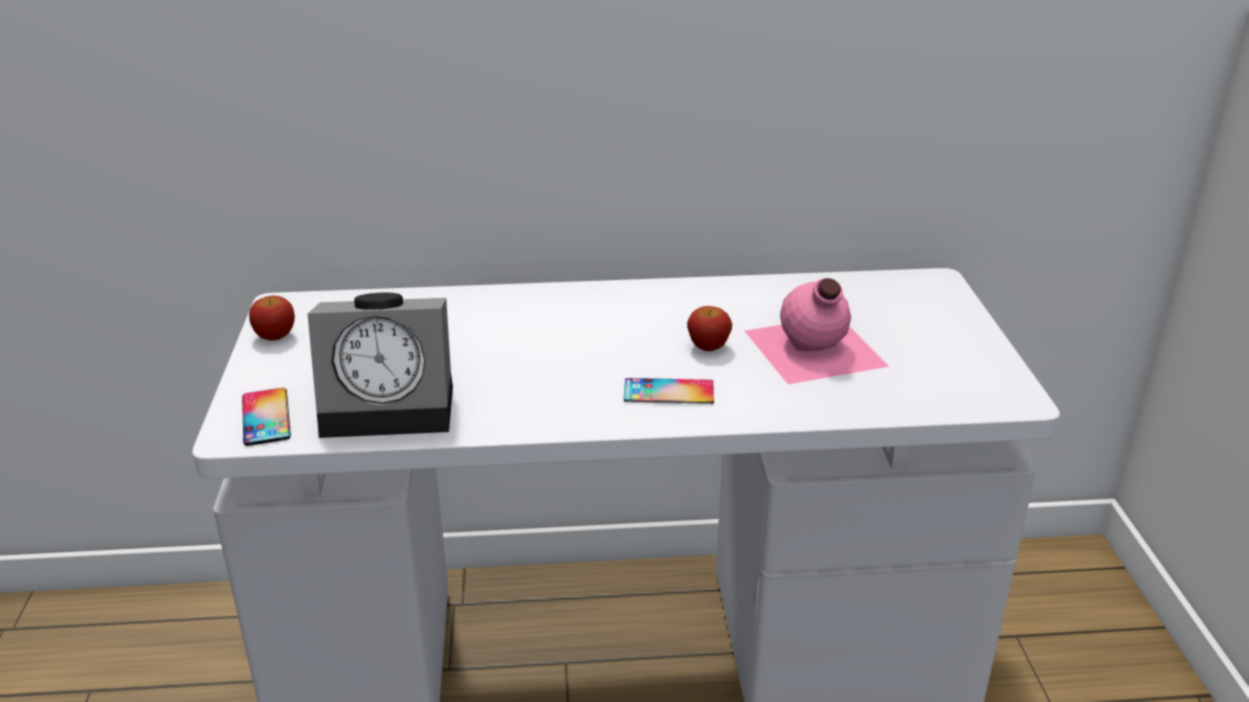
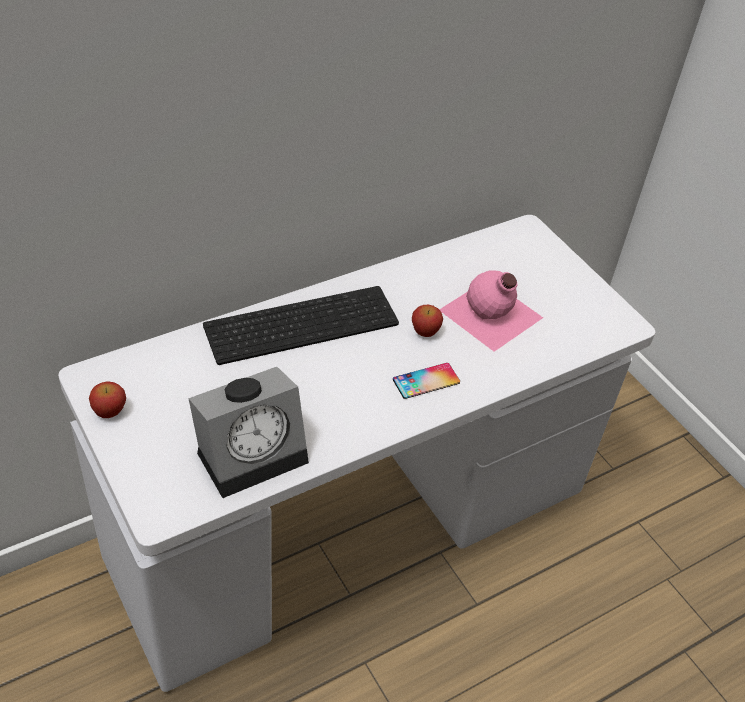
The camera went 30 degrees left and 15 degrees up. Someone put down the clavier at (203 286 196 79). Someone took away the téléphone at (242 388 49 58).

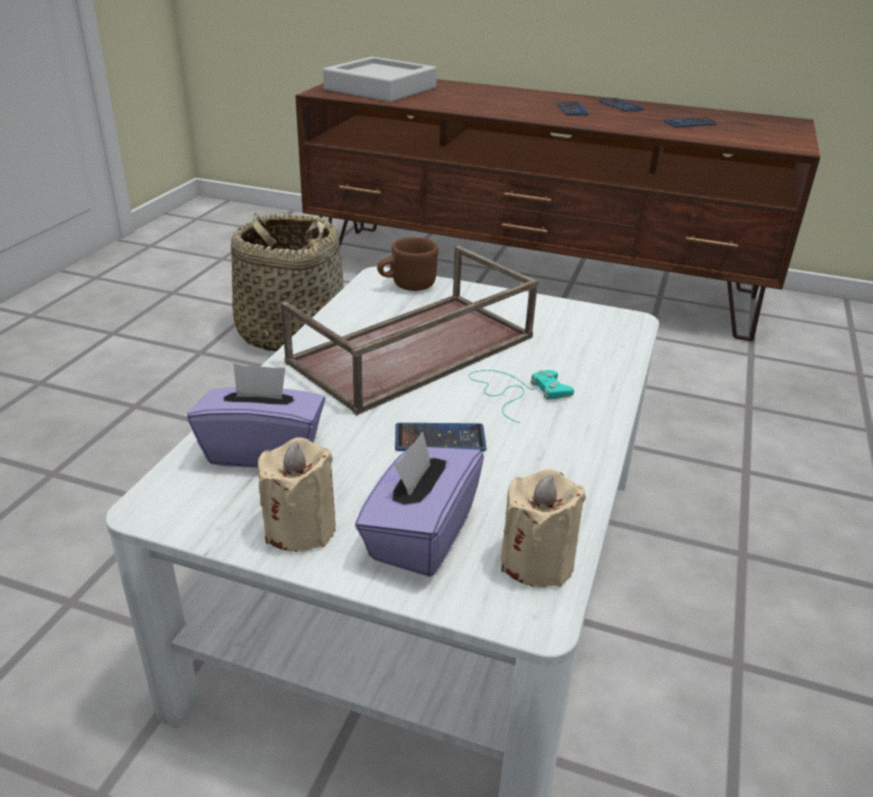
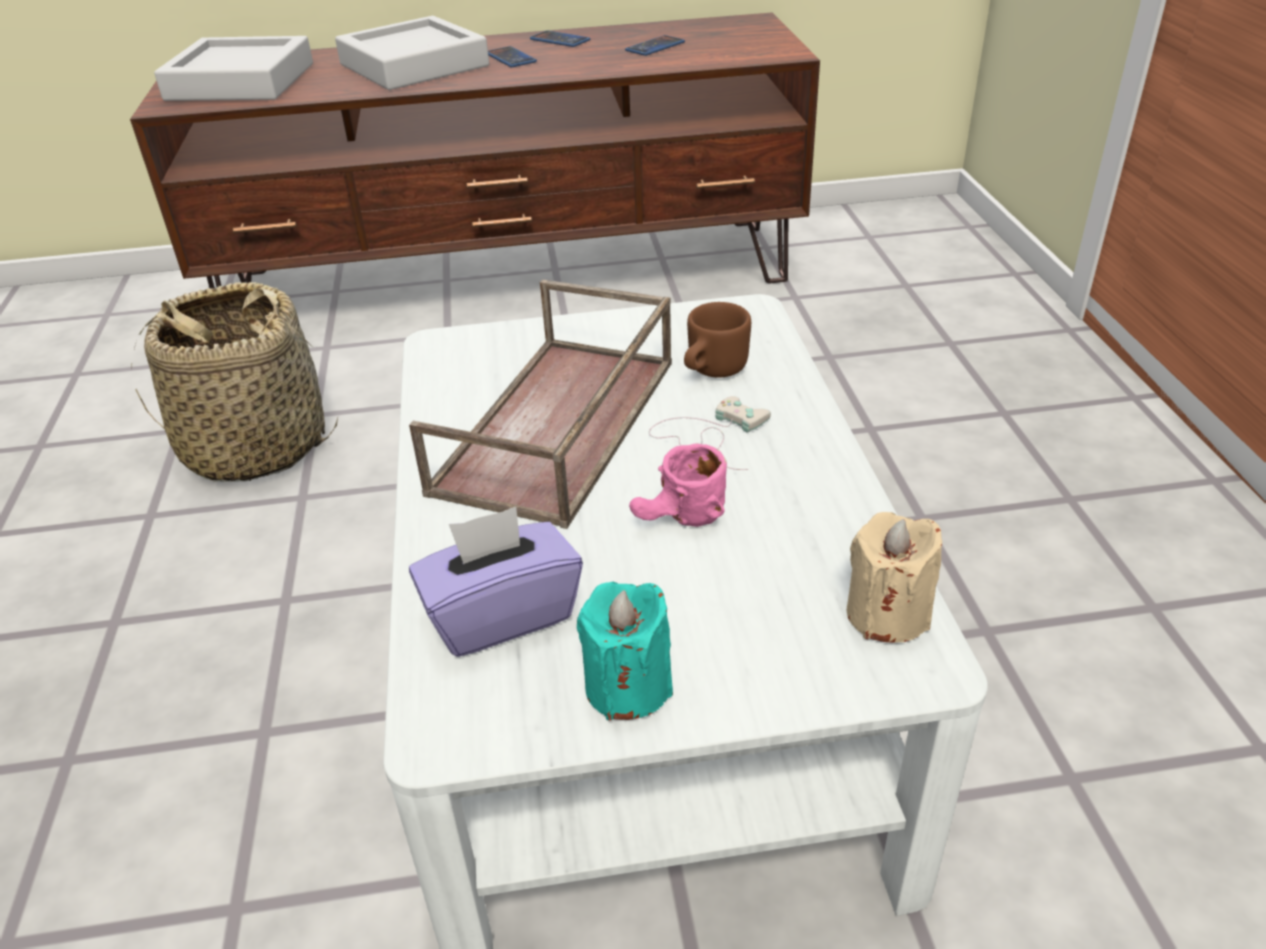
The camera went 25 degrees left and 5 degrees up. Someone put down the plateau (gris) at (335 16 154 74). Someone repainted the bougie (beige) at (258 437 78 115), which became the bougie (turquoise) at (577 582 96 139). Someone swapped the téléphone at (395 423 92 28) for the mug (rose) at (629 443 98 84). Someone repainted the manette (turquoise) at (469 370 105 53), which became the manette (blanc) at (649 396 122 74). Someone carried the mug (marron) from (377 237 61 54) to (684 302 67 76). Someone took away the boîte à mouchoirs (violet) at (355 431 129 146).

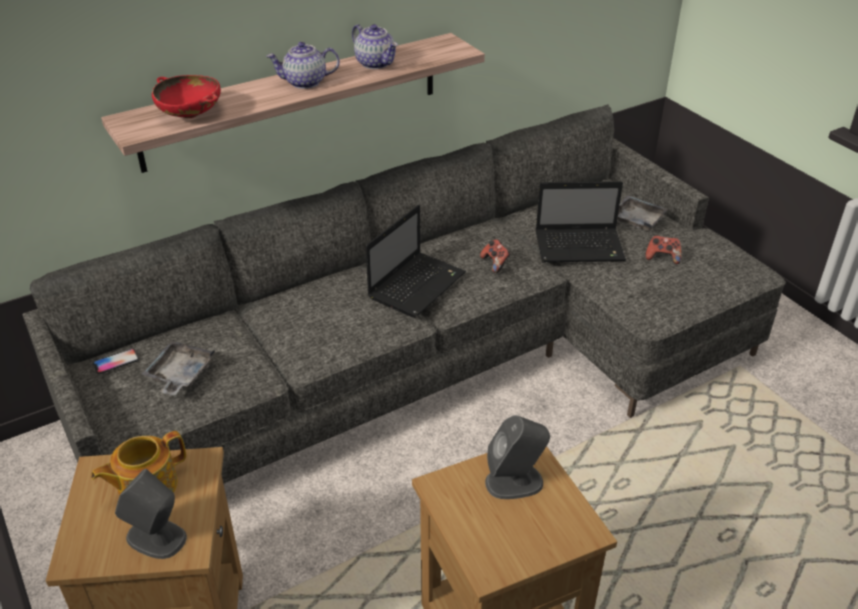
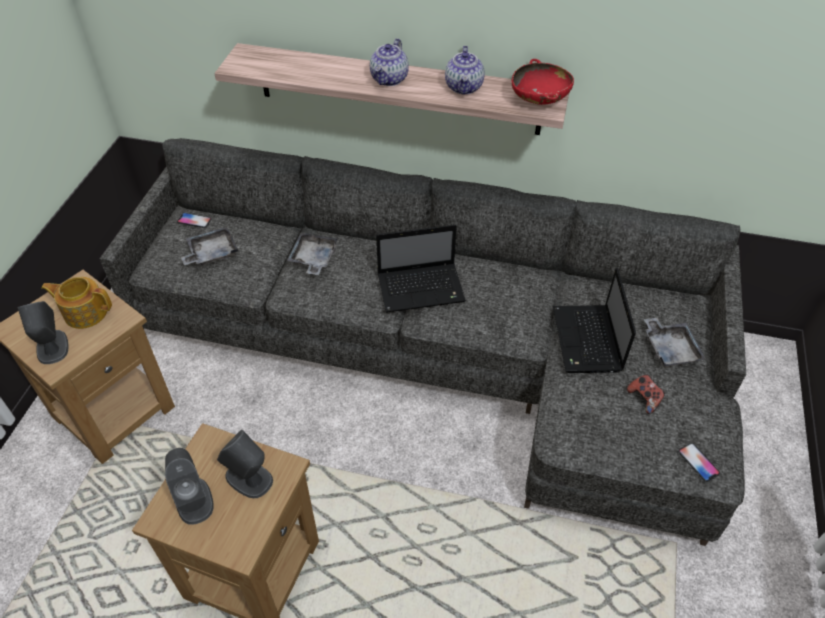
The camera went 45 degrees right and 10 degrees up. Someone put down the enceinte (gris) at (165 448 49 77). Someone put down the plateau (gris) at (287 233 51 42). Someone rotated the théière at (266 42 74 47) by 105 degrees counterclockwise. Someone carried the bol (rouge) from (152 75 69 43) to (511 59 63 46). Someone rotated the ordinateur portable at (536 181 90 81) by 45 degrees clockwise. Someone put down the téléphone at (678 443 42 39). Someone took away the manette at (480 239 31 34).

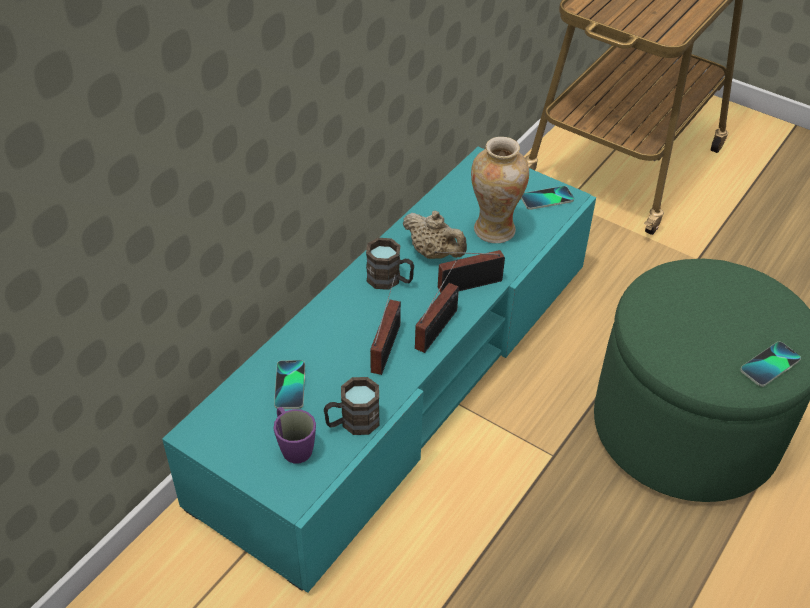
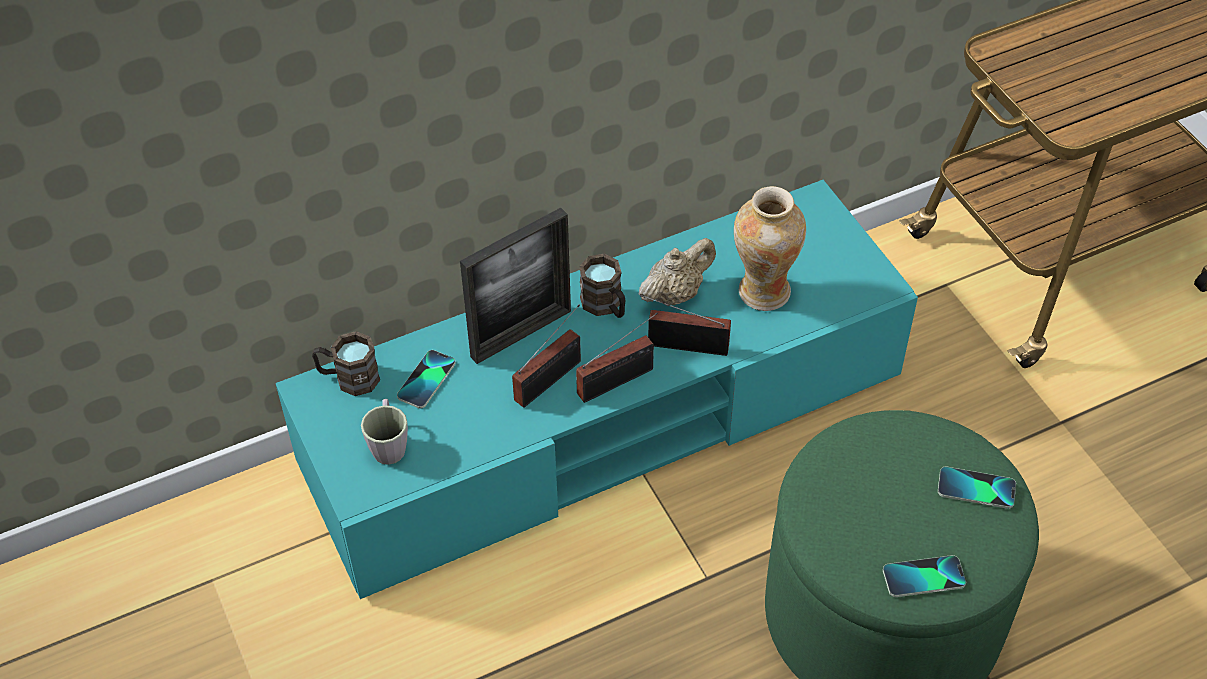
The camera went 30 degrees right and 5 degrees up. Someone carried the mug (marron) from (324 377 56 58) to (312 331 68 65). Someone repainted the mug (violet) at (274 407 42 57), which became the mug (gris) at (361 399 47 66). Someone put down the cadre photo at (460 207 111 157). Someone rotated the théière (beige) at (402 211 65 48) by 105 degrees counterclockwise. Someone carried the téléphone from (521 186 53 24) to (938 467 78 42).

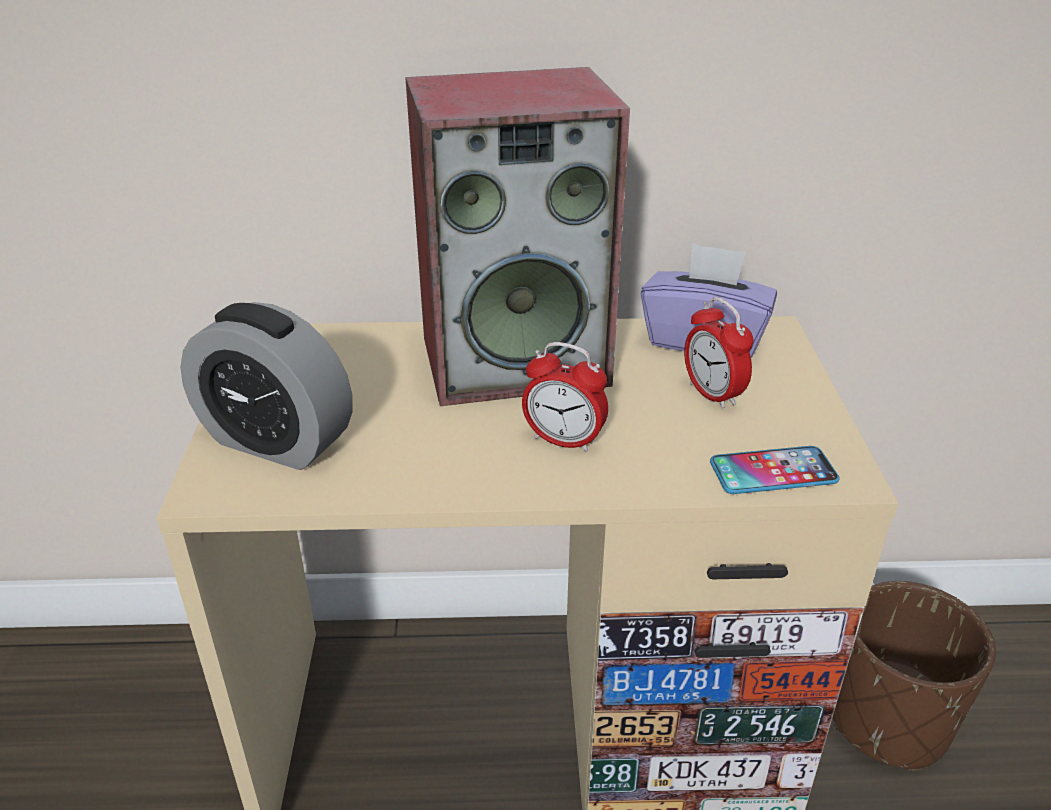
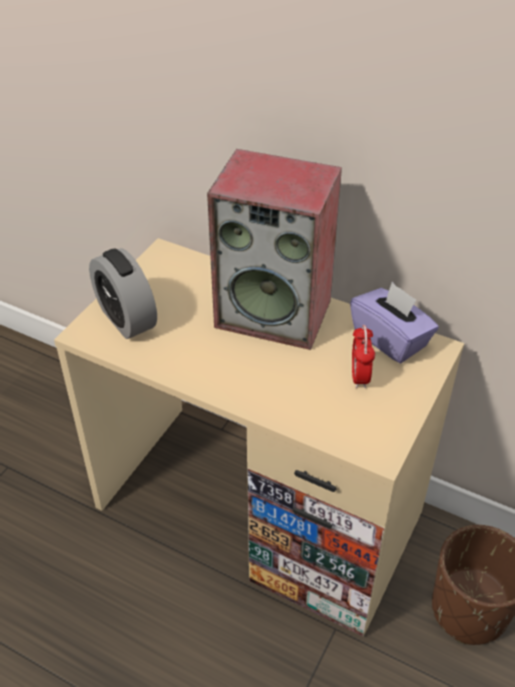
The camera went 30 degrees right and 10 degrees up. Someone took away the réveil at (522 342 86 110). Someone took away the téléphone at (710 446 129 48).

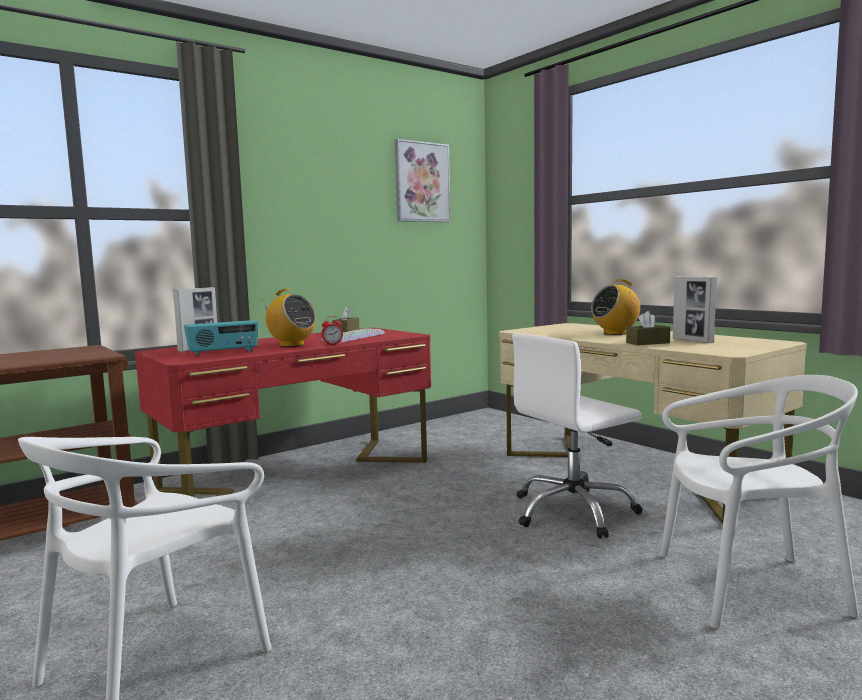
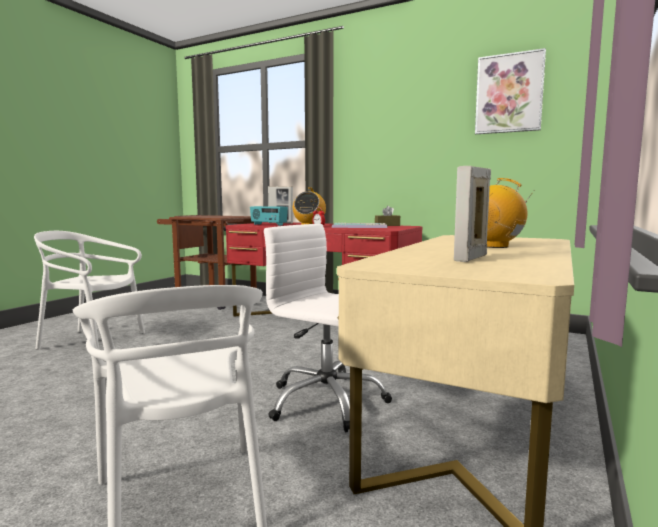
The camera went 65 degrees right and 0 degrees up. Someone took away the boîte à mouchoirs (marron) at (626 311 44 34).

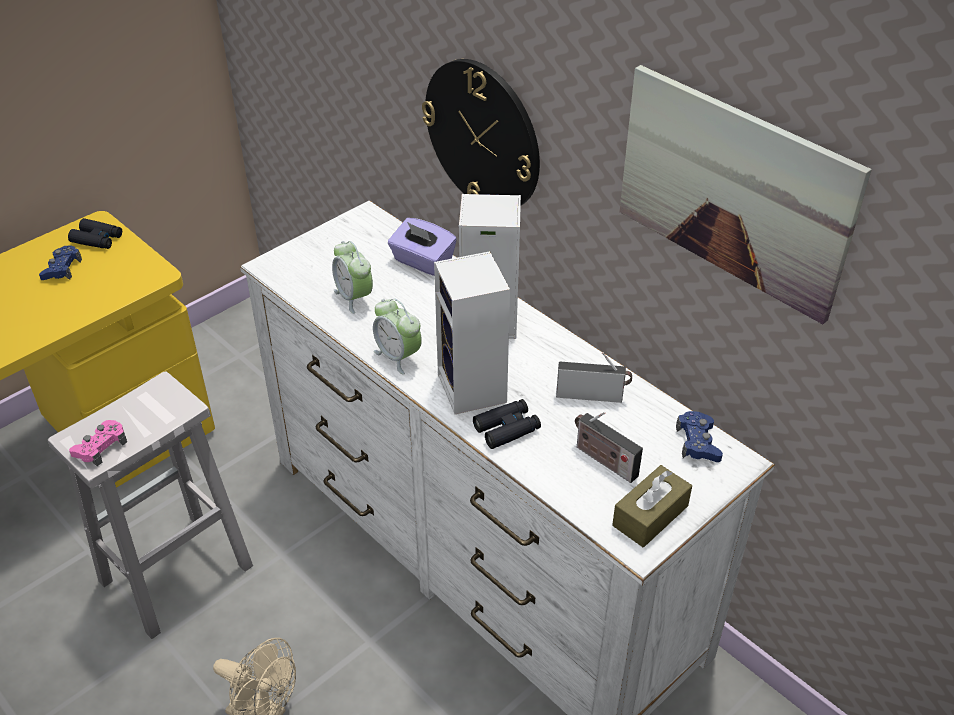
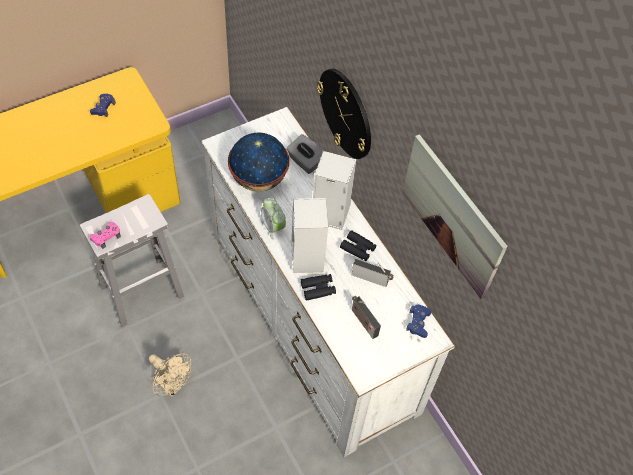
The camera went 10 degrees right and 15 degrees up. Someone swapped the réveil at (332 241 41 73) for the globe at (228 133 61 59). Someone repainted the boîte à mouchoirs (violet) at (388 218 69 58), which became the boîte à mouchoirs (gris) at (286 134 37 40). Someone carried the jumelles (noir) from (68 218 54 31) to (340 230 36 31). Someone took away the boîte à mouchoirs (marron) at (612 465 80 82).

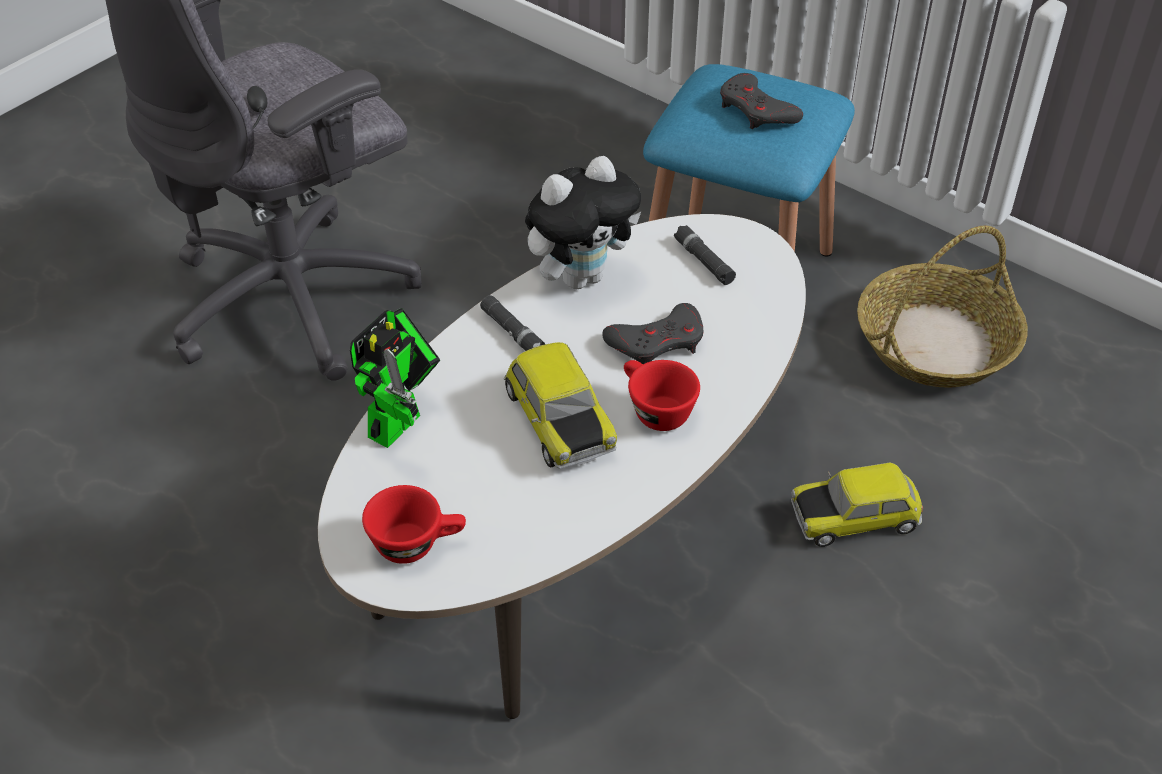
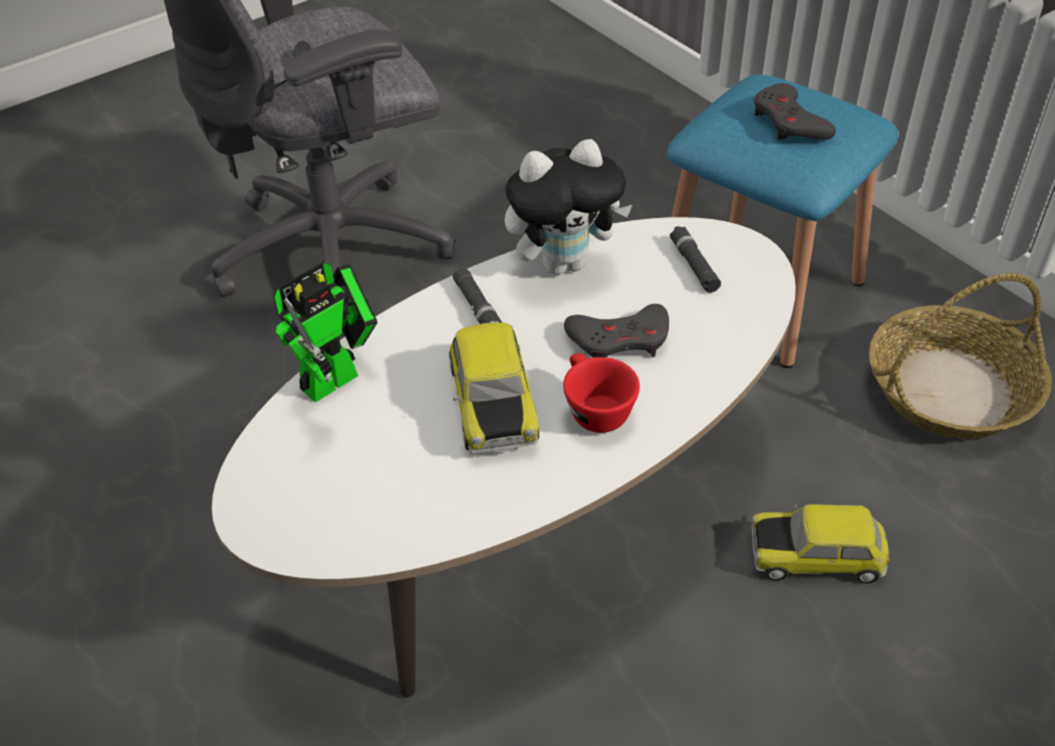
The camera went 15 degrees right and 0 degrees up. Someone took away the tasse (rouge) at (362 485 104 79).

